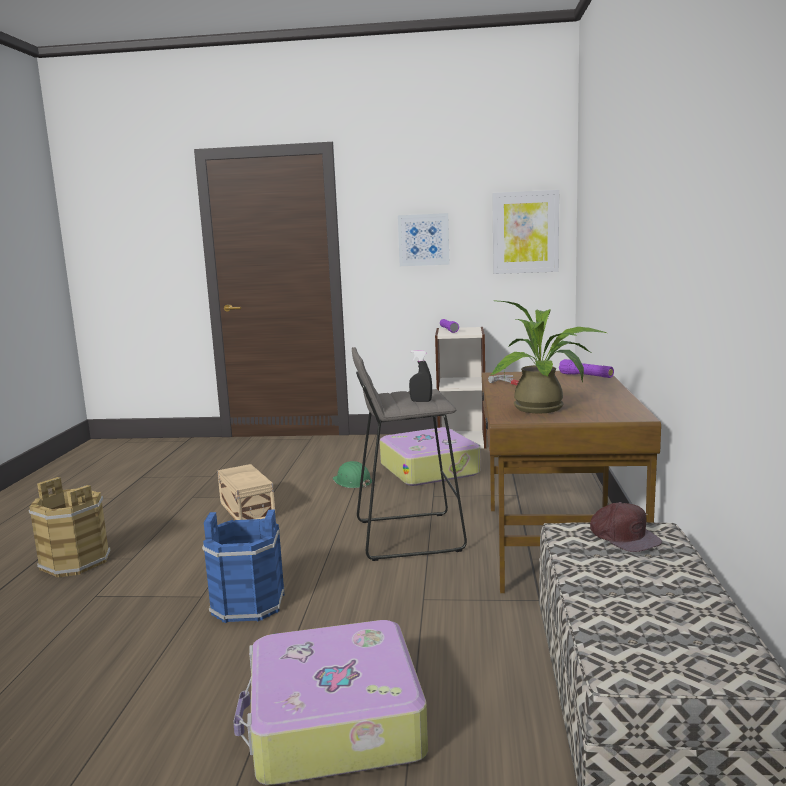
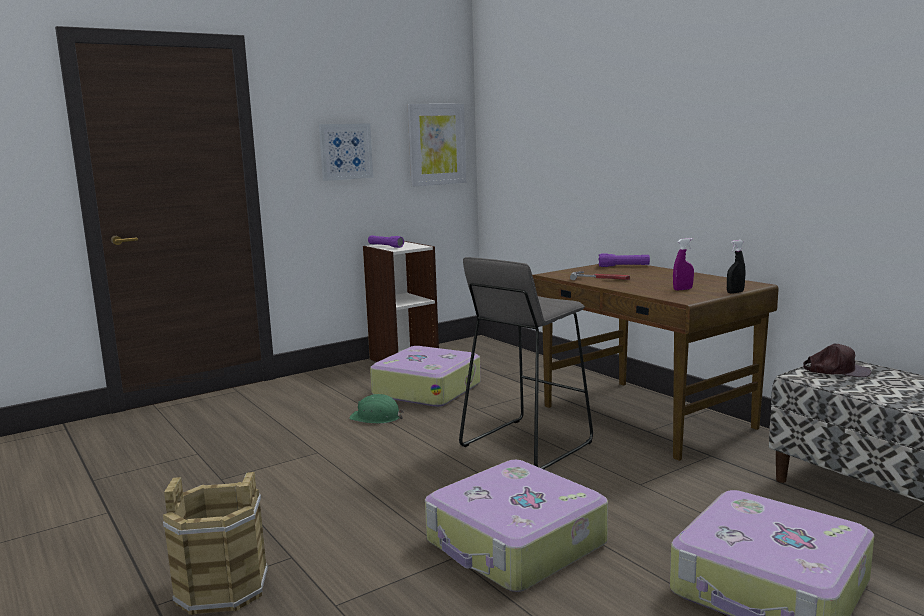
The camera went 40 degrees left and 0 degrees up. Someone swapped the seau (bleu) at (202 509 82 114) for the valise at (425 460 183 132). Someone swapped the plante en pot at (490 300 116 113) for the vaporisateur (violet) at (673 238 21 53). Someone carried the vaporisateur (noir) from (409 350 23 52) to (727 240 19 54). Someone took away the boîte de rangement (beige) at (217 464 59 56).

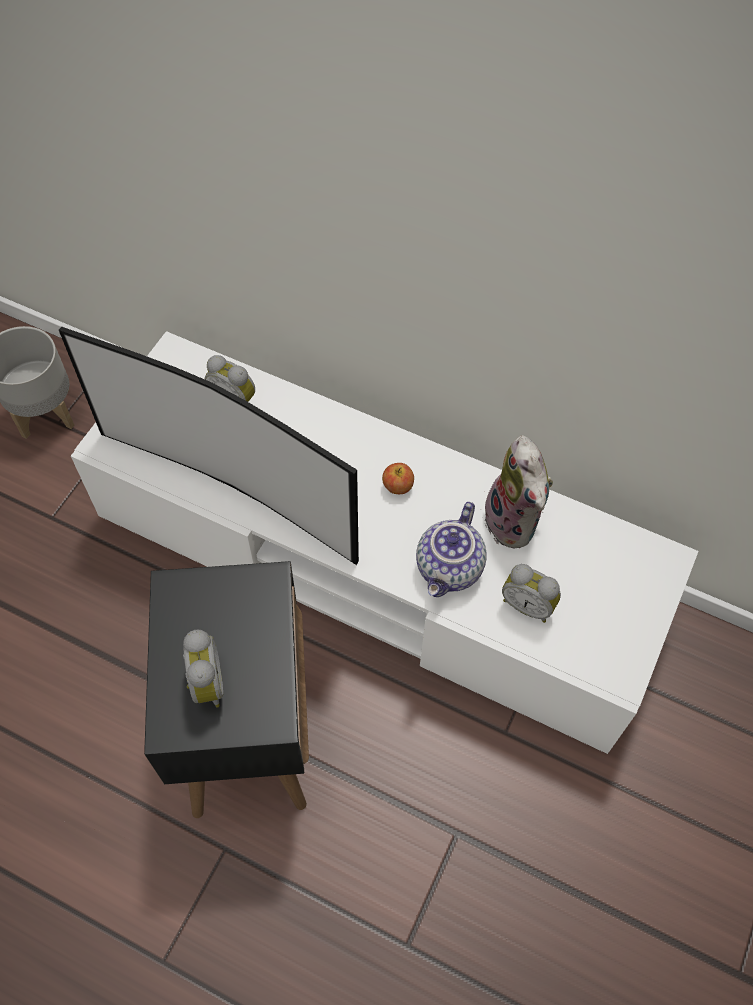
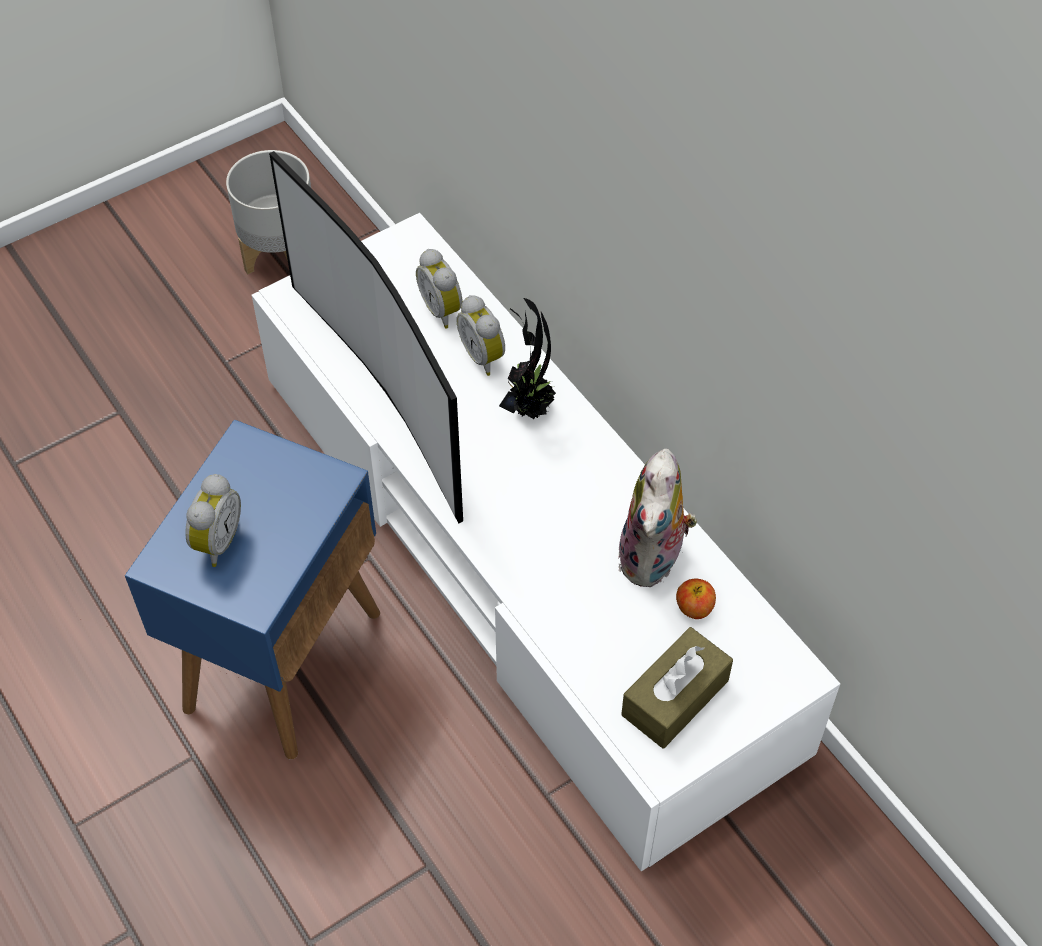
The camera went 30 degrees right and 5 degrees down. Someone repainted the table d'appoint (noir) at (144 561 165 257), which became the table d'appoint (bleu) at (125 420 255 339). Someone carried the réveil from (502 564 59 59) to (456 295 49 81). Someone put down the plante en pot at (499 298 57 121). Someone put down the boîte à mouchoirs (marron) at (621 627 112 122). Someone carried the pomme from (382 463 32 31) to (676 579 40 40). Someone took away the théière at (416 502 71 95).

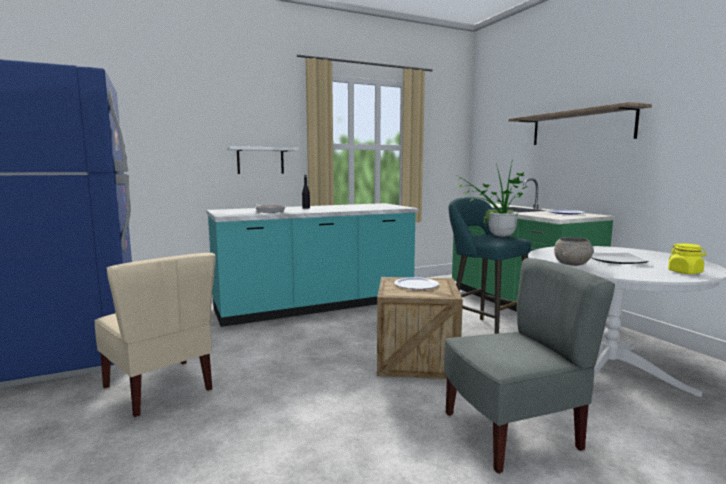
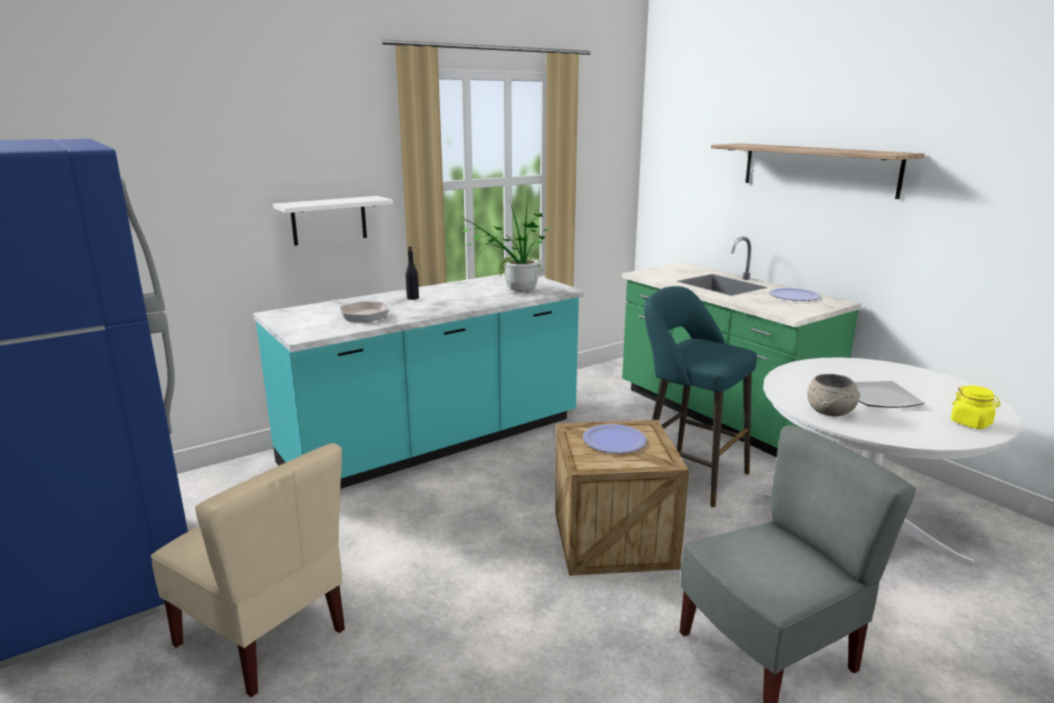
The camera went 10 degrees left and 10 degrees up. Someone carried the plante en pot from (453 158 77 79) to (458 197 97 95).

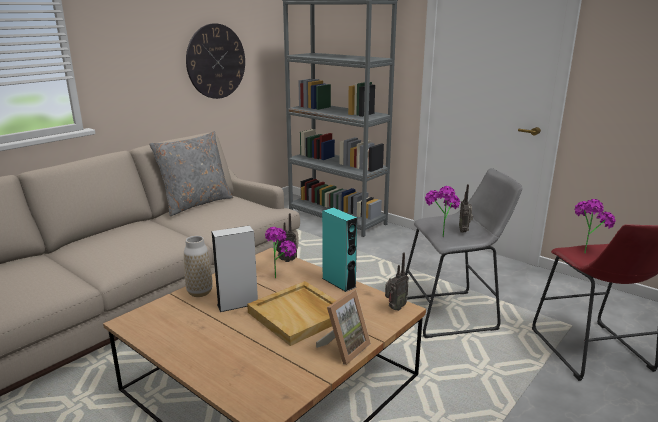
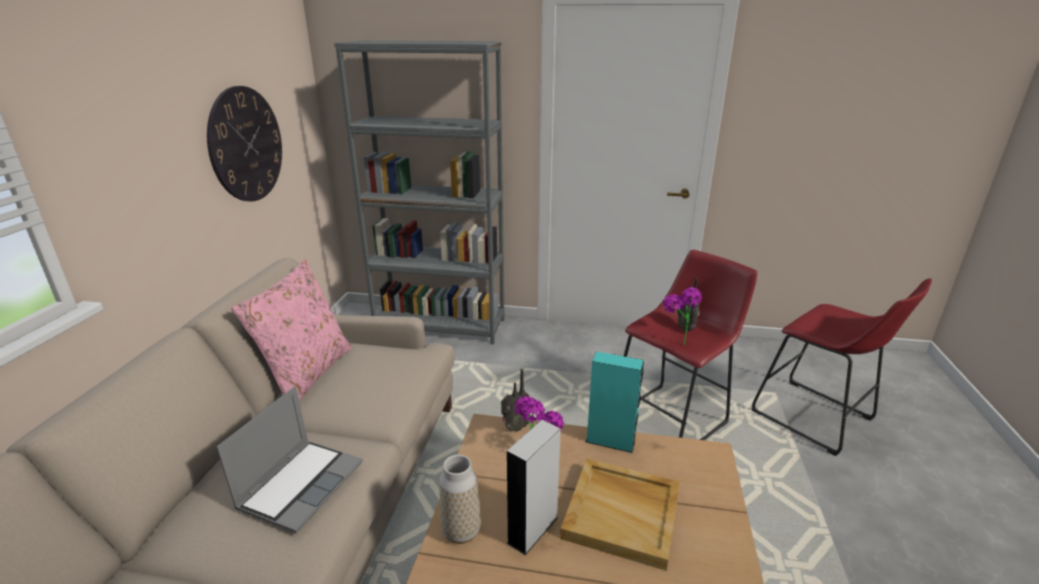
The camera went 30 degrees left and 5 degrees up. Someone put down the ordinateur portable at (216 386 147 147). Someone repainted the coussin (gris) at (149 131 84 85), which became the coussin (rose) at (231 259 121 142). Someone repainted the tabouret (gris) at (405 168 118 170), which became the tabouret (rouge) at (624 250 133 190). Someone took away the cadre photo at (316 289 55 76). Someone took away the radio at (385 252 24 59). Someone took away the plante en pot at (574 199 42 54).

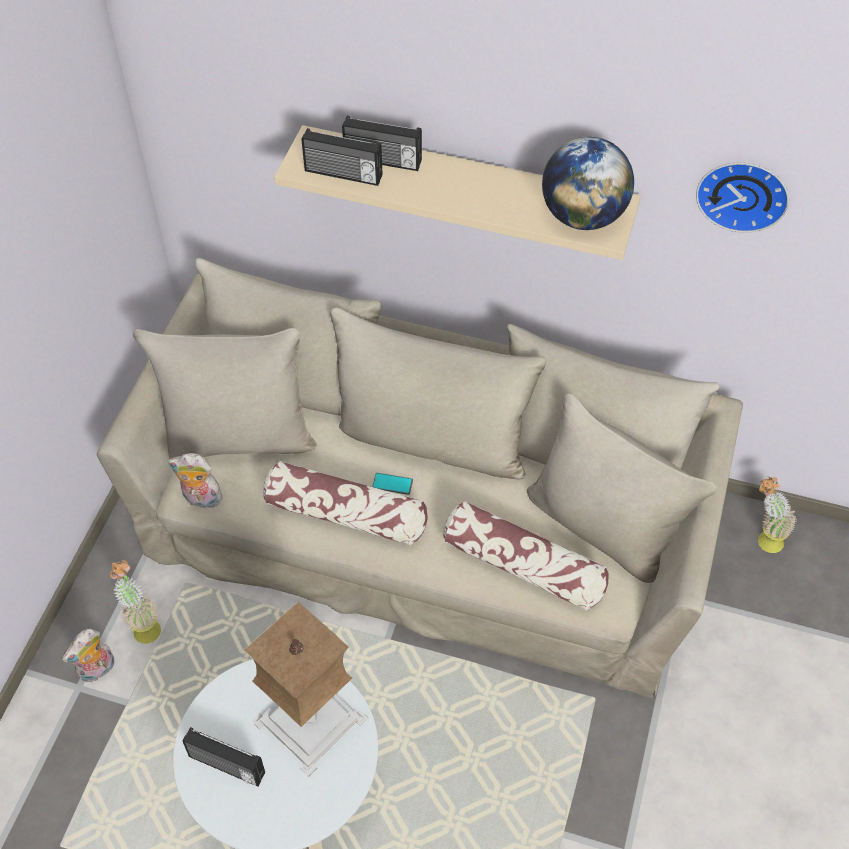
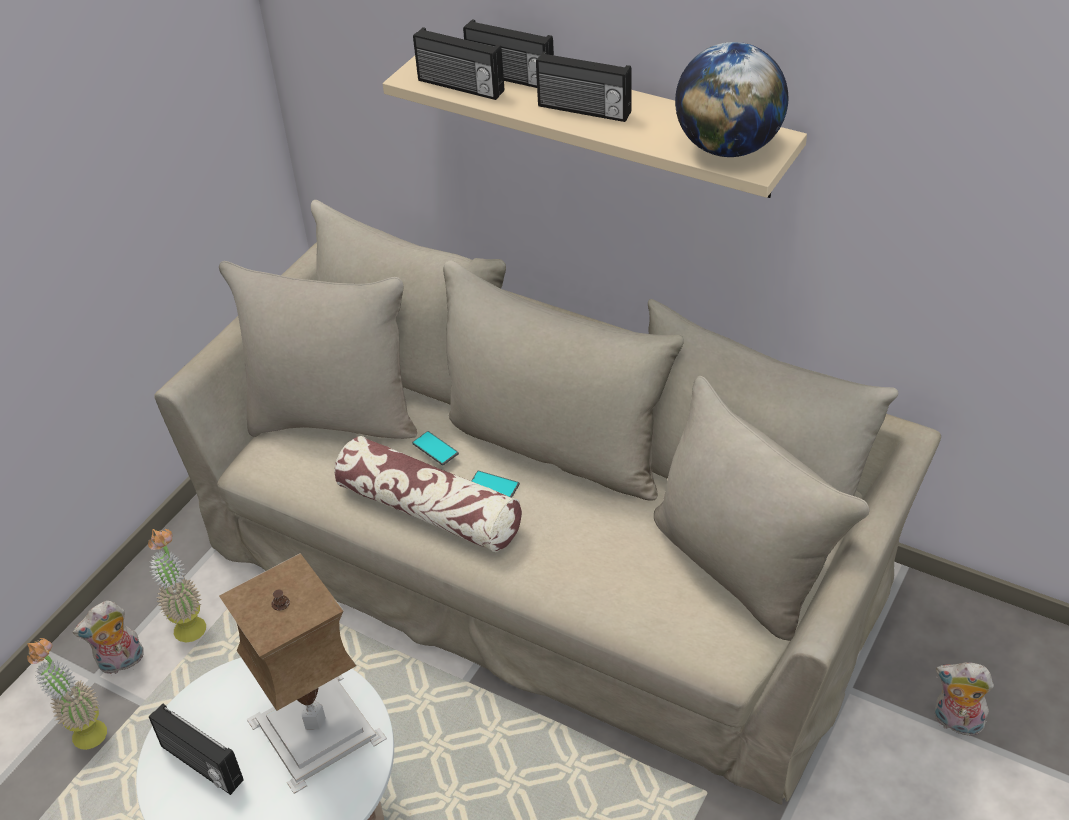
The camera went 15 degrees right and 10 degrees down. Someone carried the plante en pot from (758 476 38 77) to (27 638 80 112). Someone put down the téléphone at (412 431 47 34). Someone put down the radio at (536 51 96 71). Someone carried the peluche from (167 453 56 56) to (935 662 59 74). Someone took away the coussin at (443 501 165 110). Someone took away the horloge murale at (696 162 93 71).

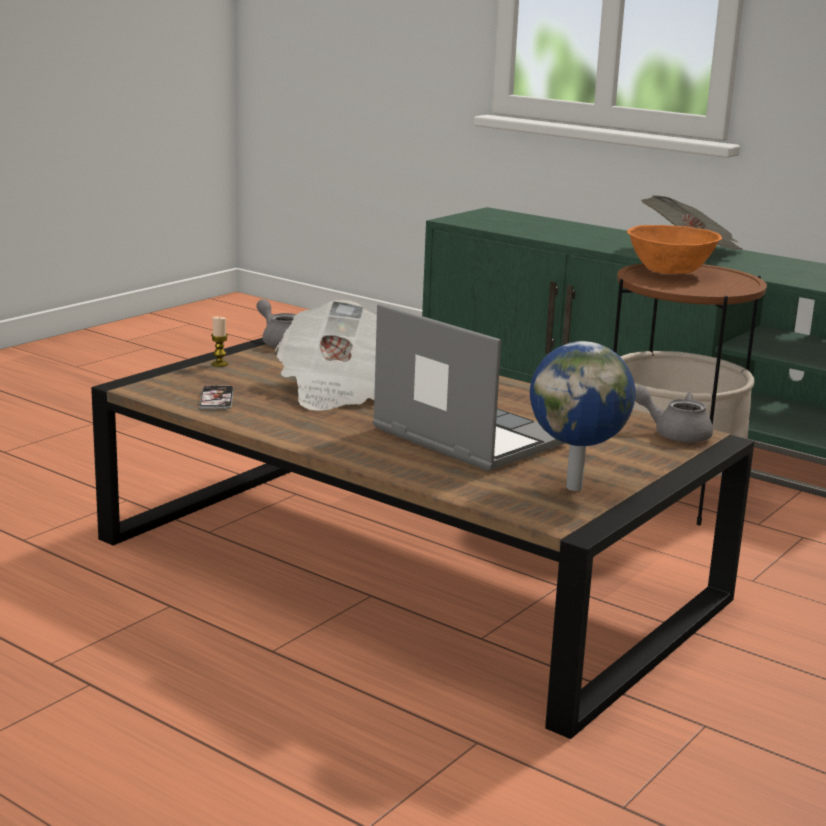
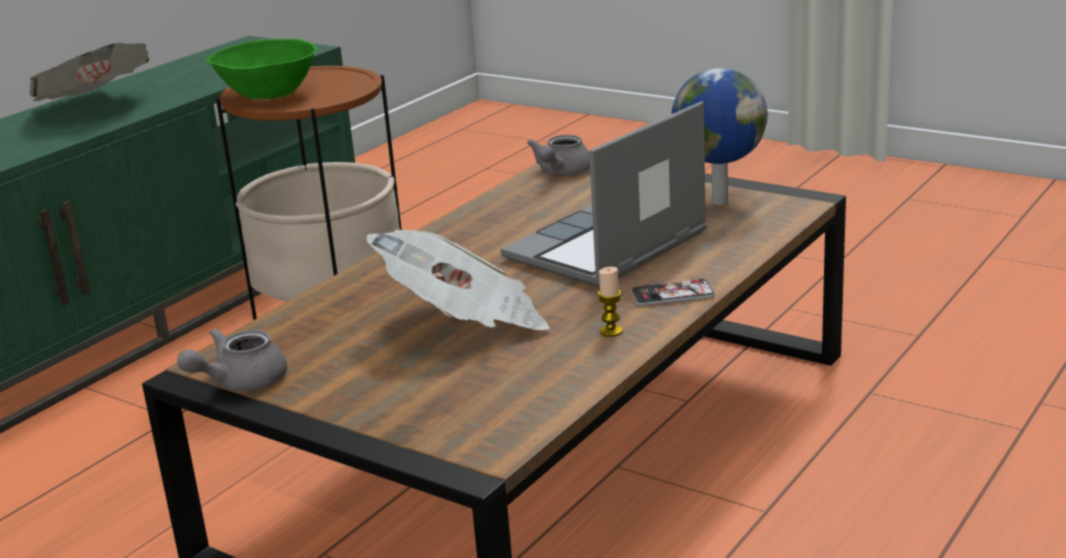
The camera went 90 degrees left and 5 degrees up. Someone repainted the bol (orange) at (627 225 95 49), which became the bol (vert) at (206 39 111 60). Someone carried the bougie from (211 316 17 51) to (598 267 25 70). Someone carried the téléphone from (199 385 35 24) to (631 276 84 30).

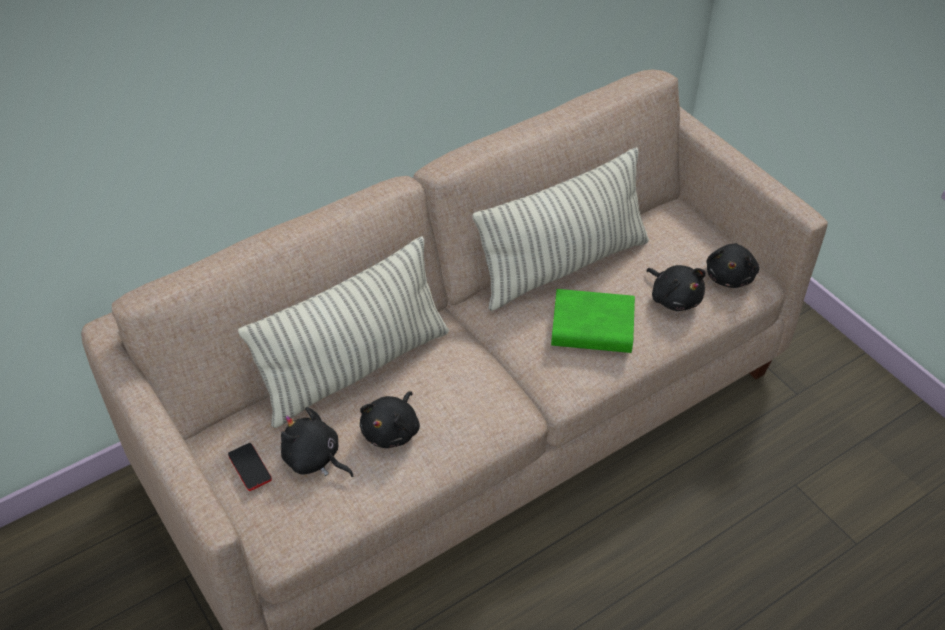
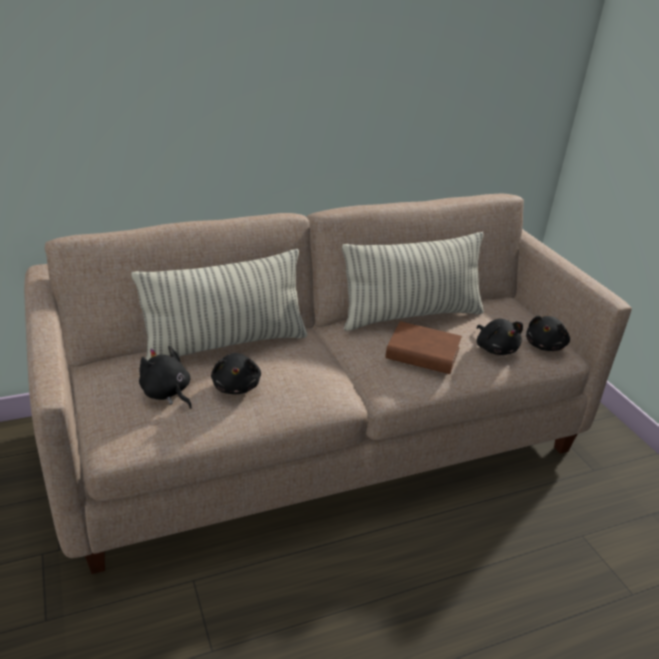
The camera went 10 degrees right and 15 degrees down. Someone rotated the peluche (noir) at (360 391 60 57) by 45 degrees counterclockwise. Someone repainted the livre (vert) at (551 289 84 64), which became the livre (marron) at (385 321 77 53). Someone took away the téléphone at (228 443 44 48).

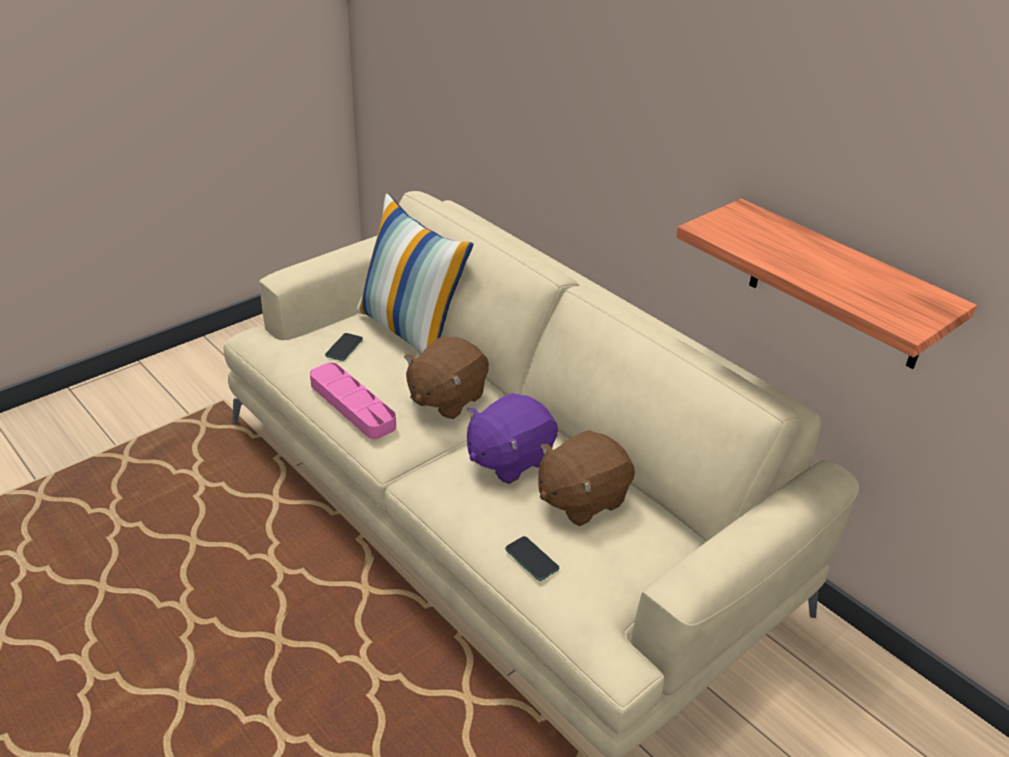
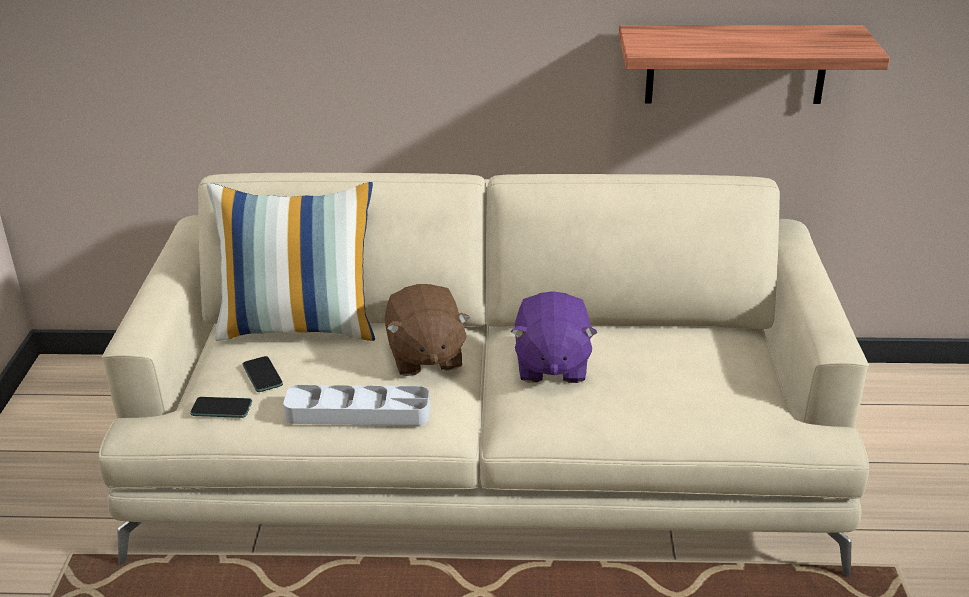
The camera went 45 degrees left and 5 degrees down. Someone carried the téléphone from (505 536 54 45) to (190 397 62 21). Someone repainted the plateau (rose) at (310 362 86 77), which became the plateau (gris) at (283 385 147 40). Someone took away the peluche (marron) at (538 430 97 96).

